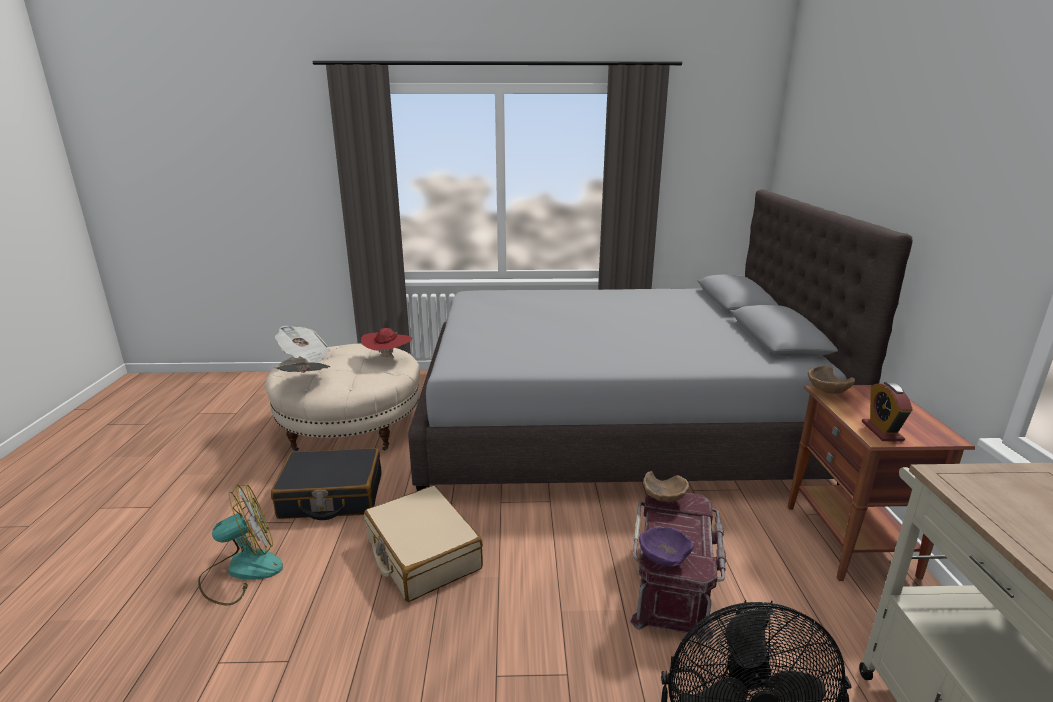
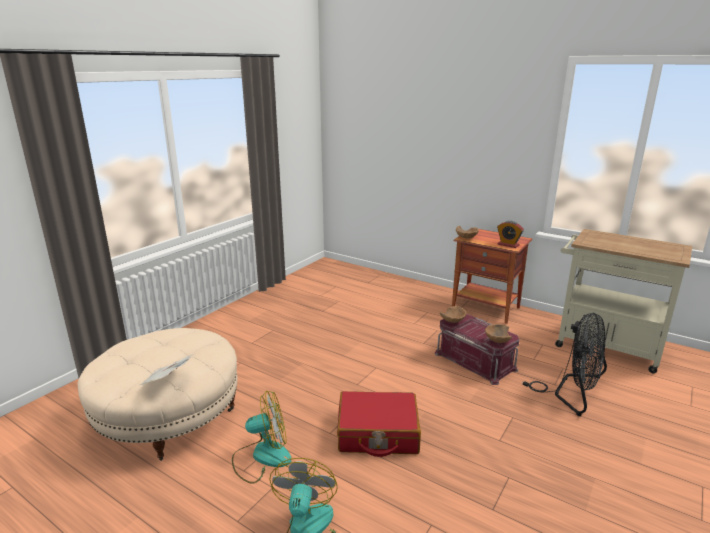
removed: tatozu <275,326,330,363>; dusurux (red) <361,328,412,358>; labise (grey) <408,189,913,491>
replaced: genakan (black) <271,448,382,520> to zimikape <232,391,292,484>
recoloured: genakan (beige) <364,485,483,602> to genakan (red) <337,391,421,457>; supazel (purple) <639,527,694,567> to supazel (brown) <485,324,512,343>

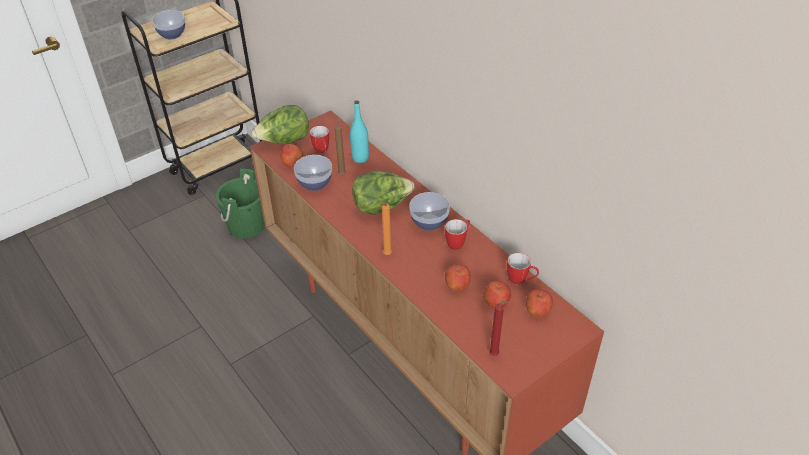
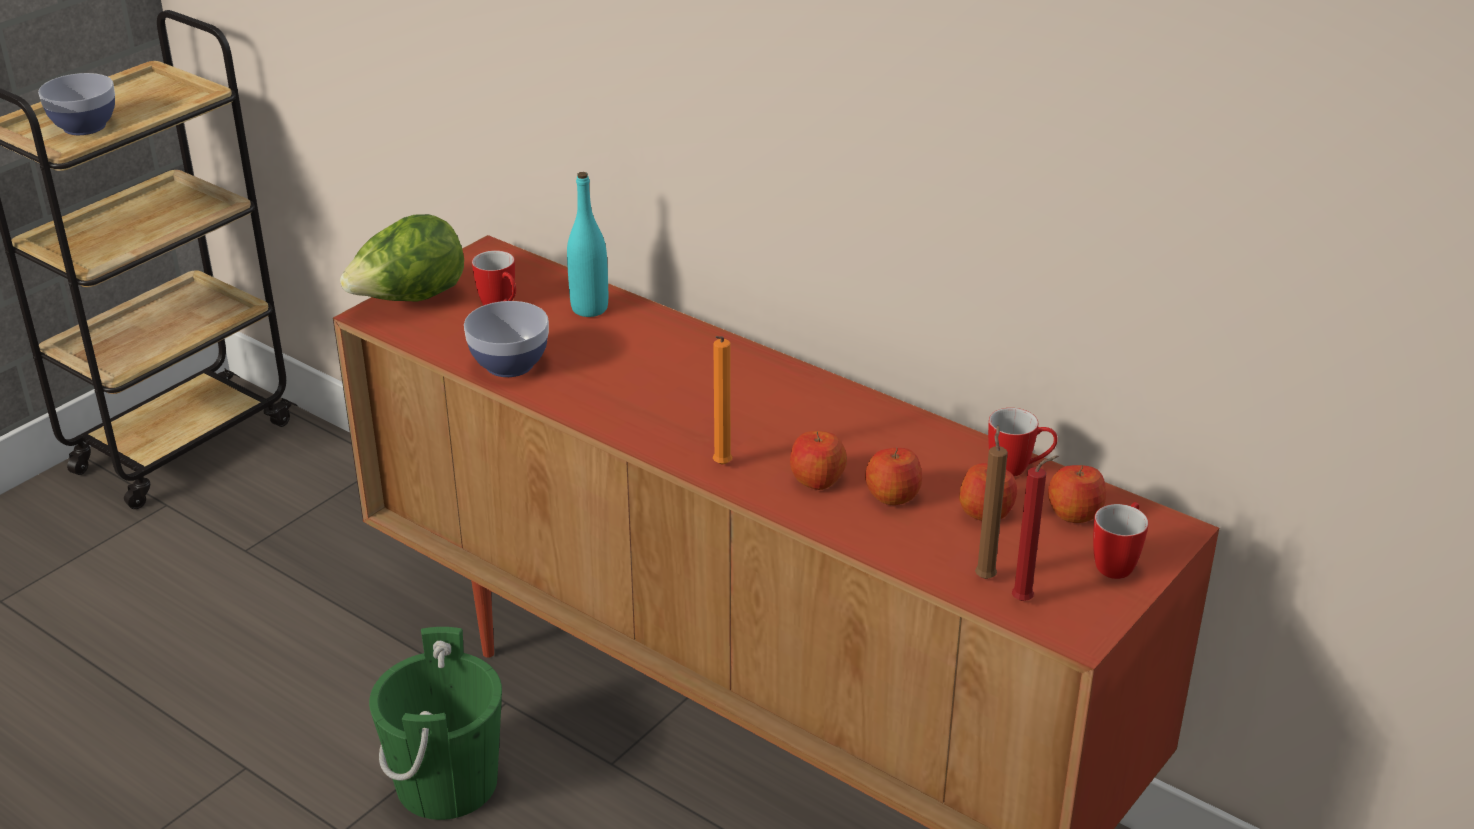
removed: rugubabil <352,171,415,215>; supazel <409,192,450,231>
moved: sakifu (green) <215,169,265,238> to <369,627,502,820>; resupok <280,144,303,168> to <790,431,847,490>; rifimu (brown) <335,118,346,175> to <975,425,1008,579>; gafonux <445,219,470,250> to <1093,502,1149,579>

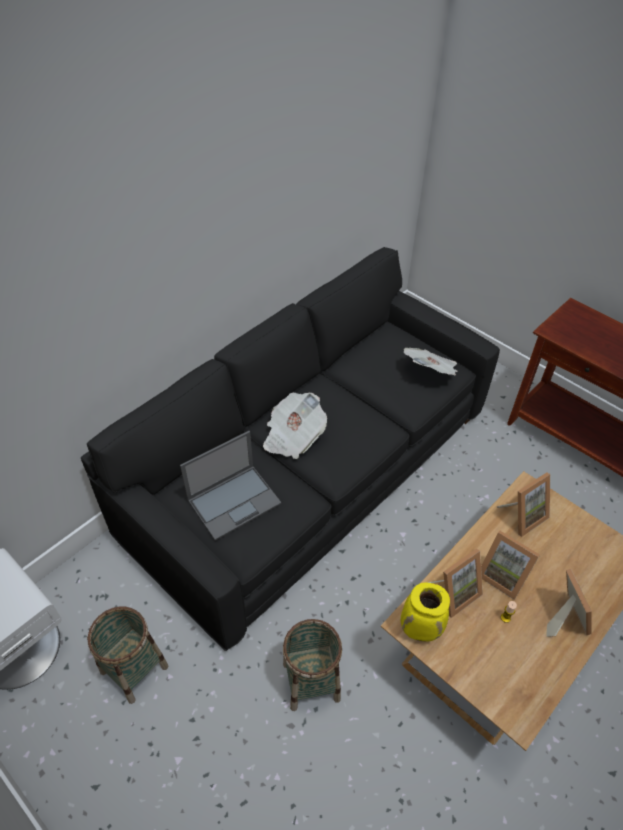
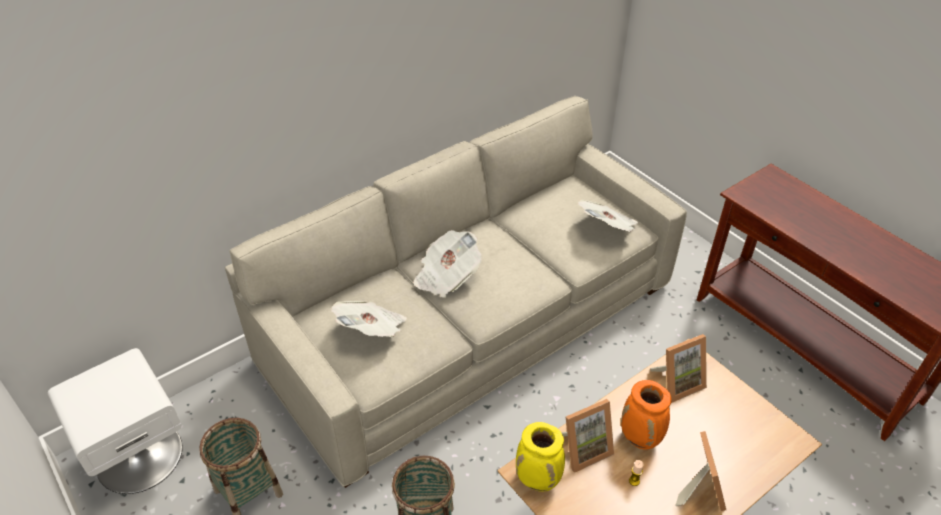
replaced: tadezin <180,431,281,541> to tatozu <331,301,407,337>; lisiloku <481,531,540,600> to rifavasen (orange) <621,380,672,450>
recoloured: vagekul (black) <81,247,500,651> to vagekul (beige) <225,96,687,488>

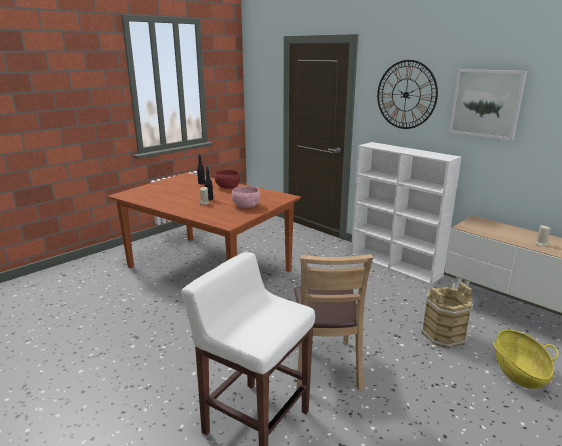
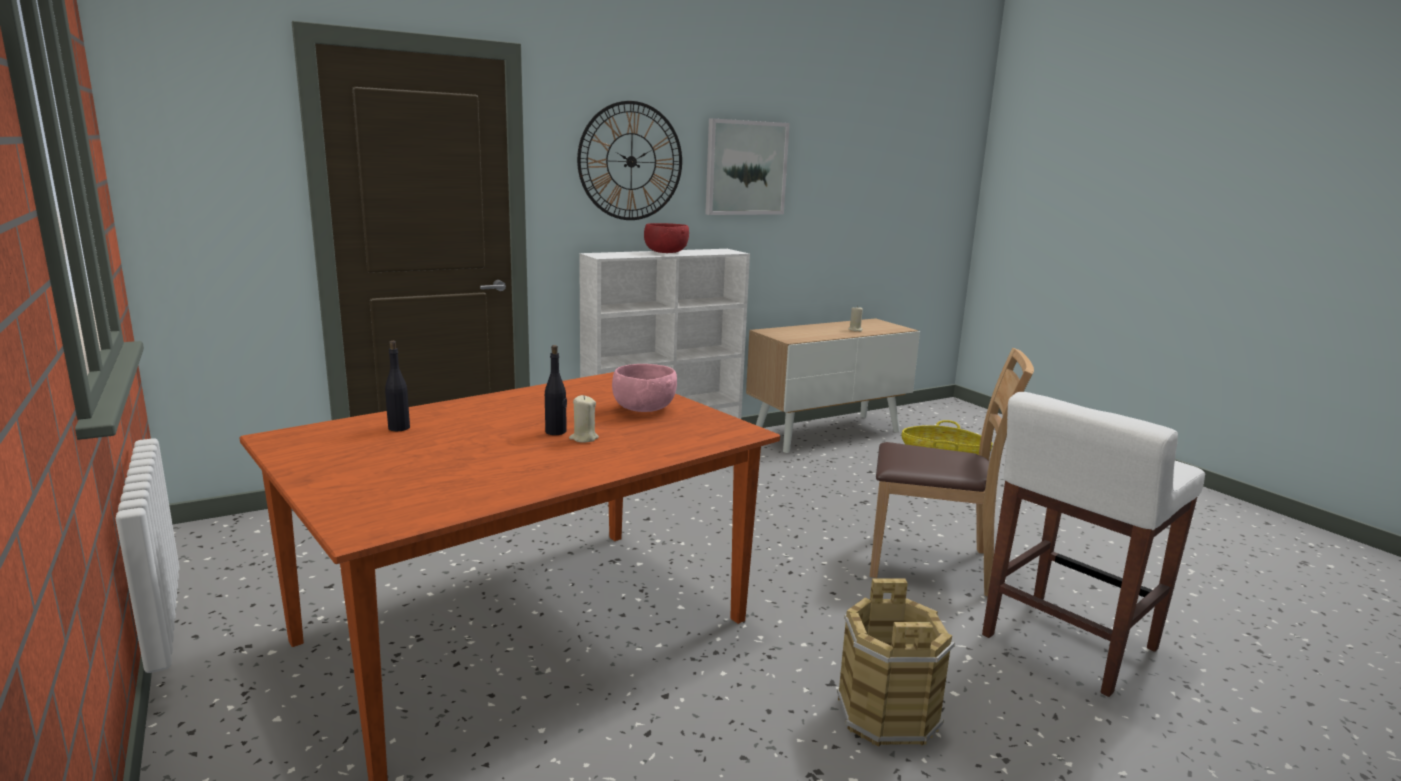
moved: supazel (red) <215,170,240,189> to <644,223,689,253>; sakifu (brown) <421,282,474,348> to <837,578,955,747>

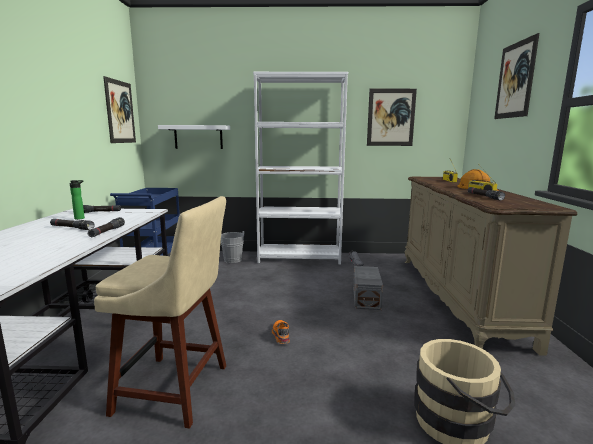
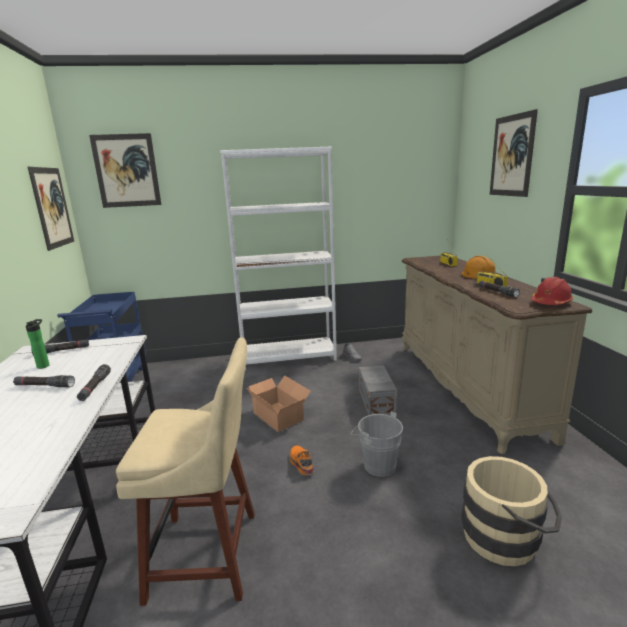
removed: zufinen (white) <158,125,230,149>
added: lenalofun <246,375,311,432>; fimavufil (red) <531,277,573,305>
moved: sakifu (grey) <221,231,244,263> to <351,412,403,477>; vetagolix <367,89,417,146> to <89,133,161,208>

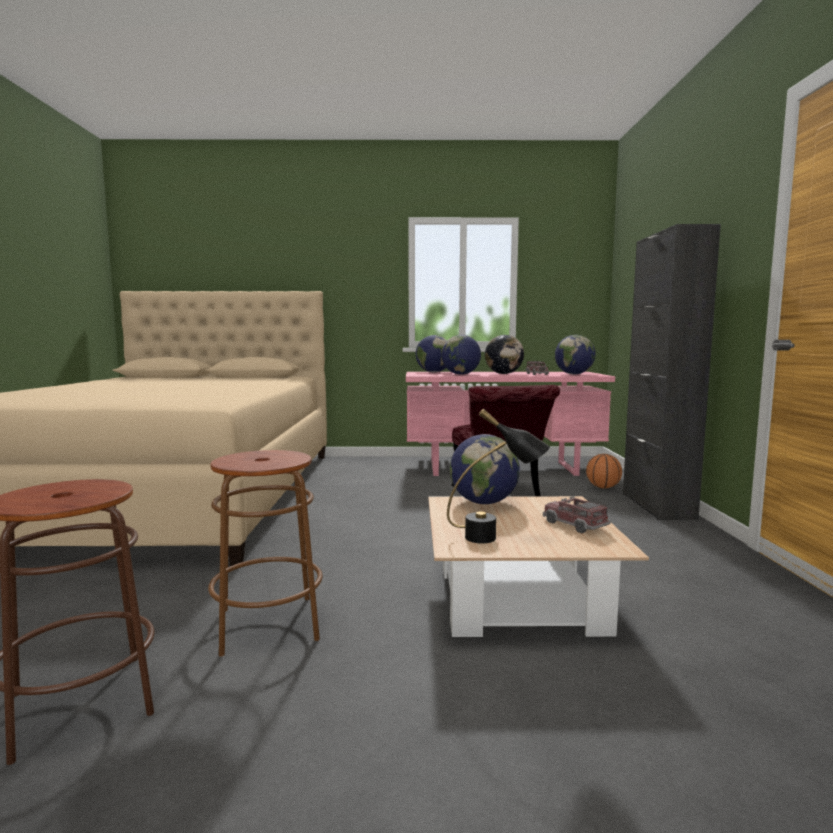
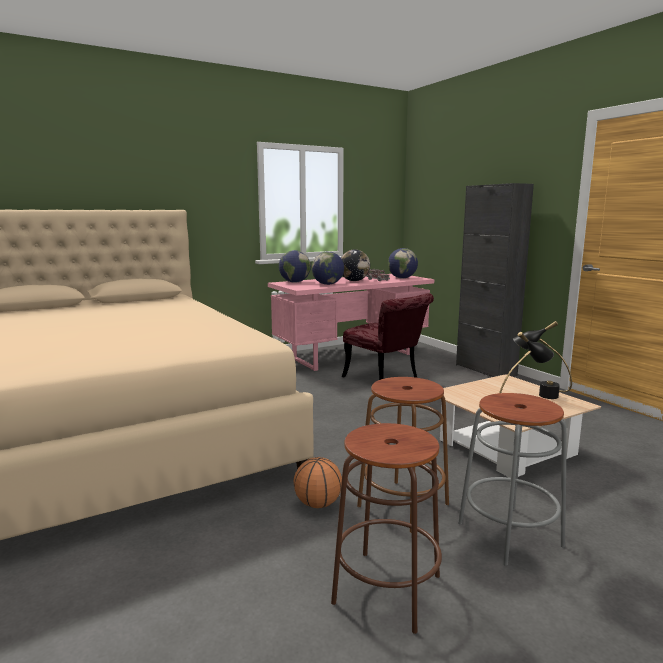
removed: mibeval <450,434,520,504>
added: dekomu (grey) <458,393,567,566>
moved: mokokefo <586,454,622,488> to <294,457,342,508>
replaced: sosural <543,496,611,533> to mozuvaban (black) <513,321,572,399>

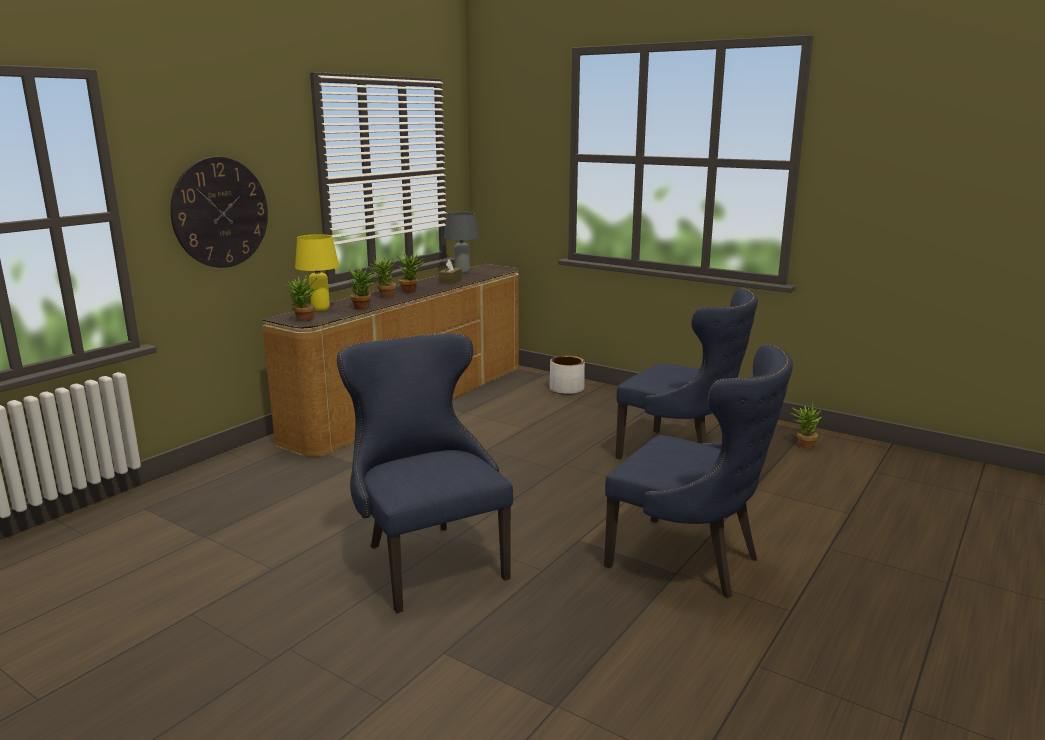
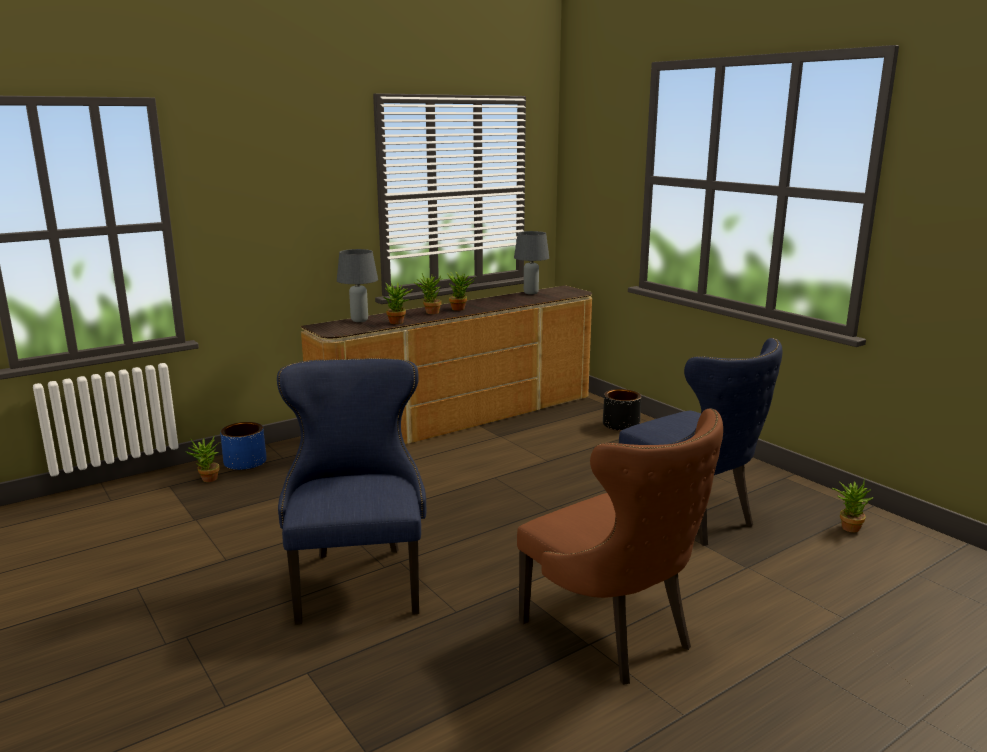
removed: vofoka <170,157,268,268>; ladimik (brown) <439,259,462,284>
added: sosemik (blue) <220,422,267,471>
moved: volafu <285,275,317,321> to <185,437,220,482>
recoloured: mozuvaban (yellow) <295,234,339,311> to mozuvaban (grey) <337,249,378,322>; sosemik (white) <550,356,585,395> to sosemik (black) <603,389,641,431>; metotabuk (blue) <604,344,793,599> to metotabuk (brown) <517,408,723,685>

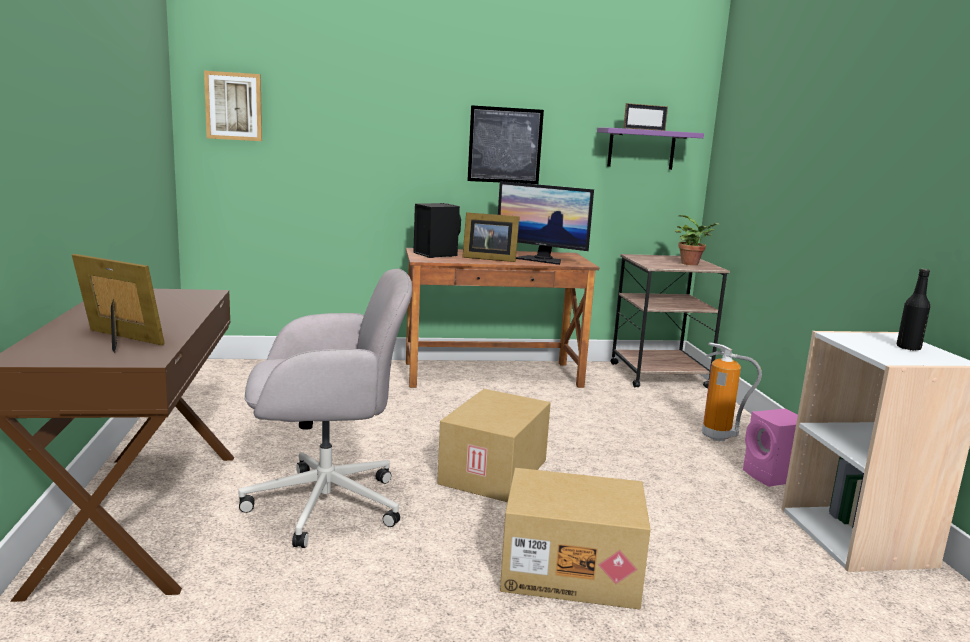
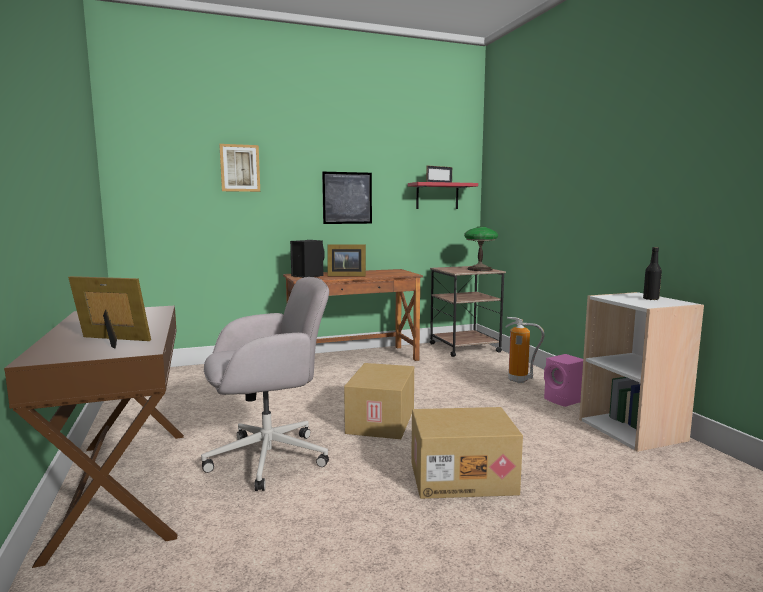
removed: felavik <498,181,594,265>
moved: vetagolix <204,71,262,141> to <219,144,260,192>
replaced: volafu <675,215,719,265> to mozuvaban <464,226,498,271>
recoloured: zufinen (purple) <597,127,704,170> to zufinen (red) <408,182,478,209>

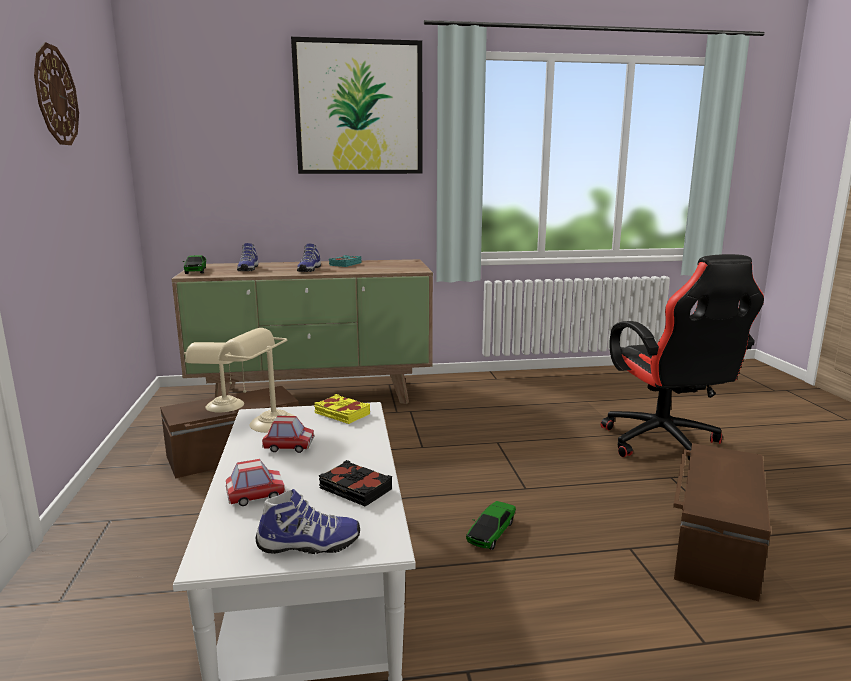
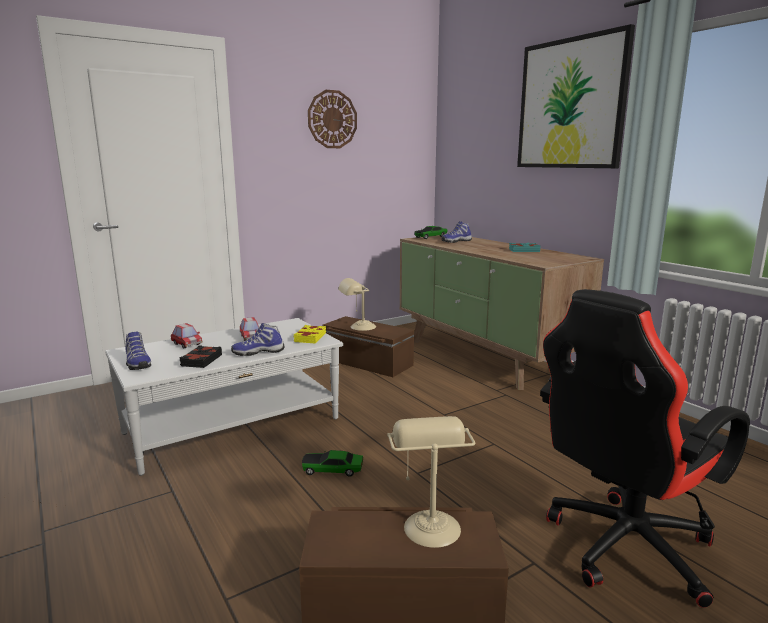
moved: mozuvaban (beige) <218,328,295,433> to <387,416,475,548>; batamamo <297,243,321,272> to <231,323,284,356>

